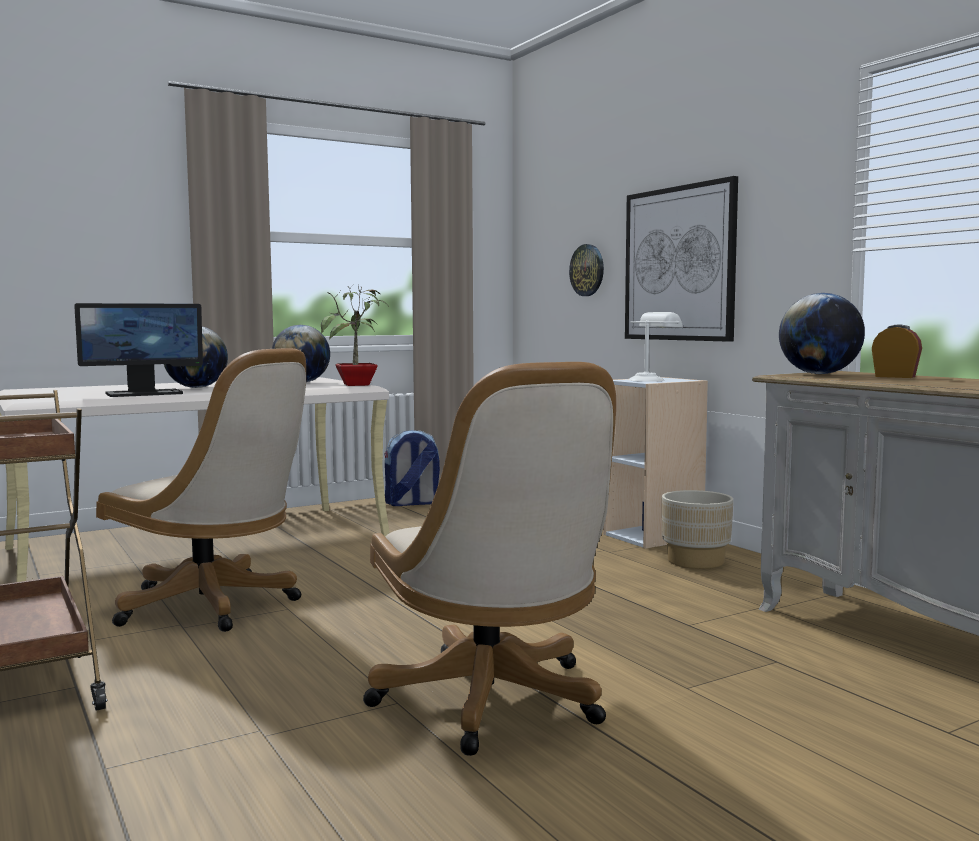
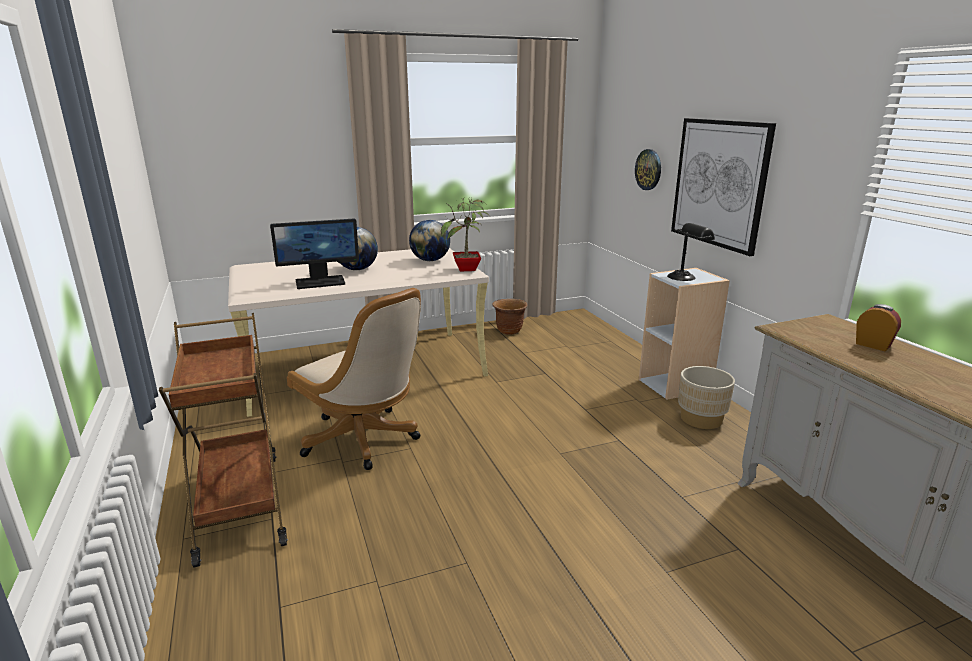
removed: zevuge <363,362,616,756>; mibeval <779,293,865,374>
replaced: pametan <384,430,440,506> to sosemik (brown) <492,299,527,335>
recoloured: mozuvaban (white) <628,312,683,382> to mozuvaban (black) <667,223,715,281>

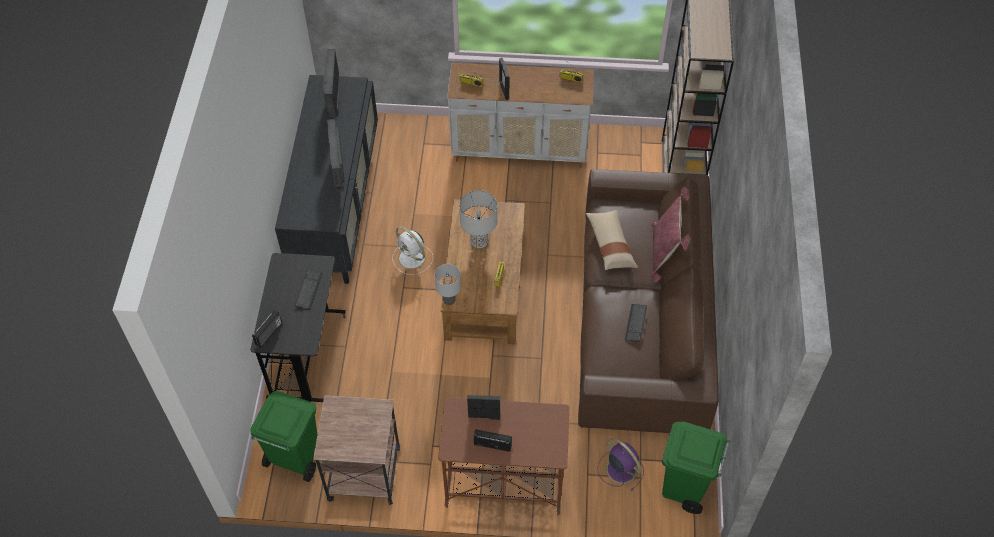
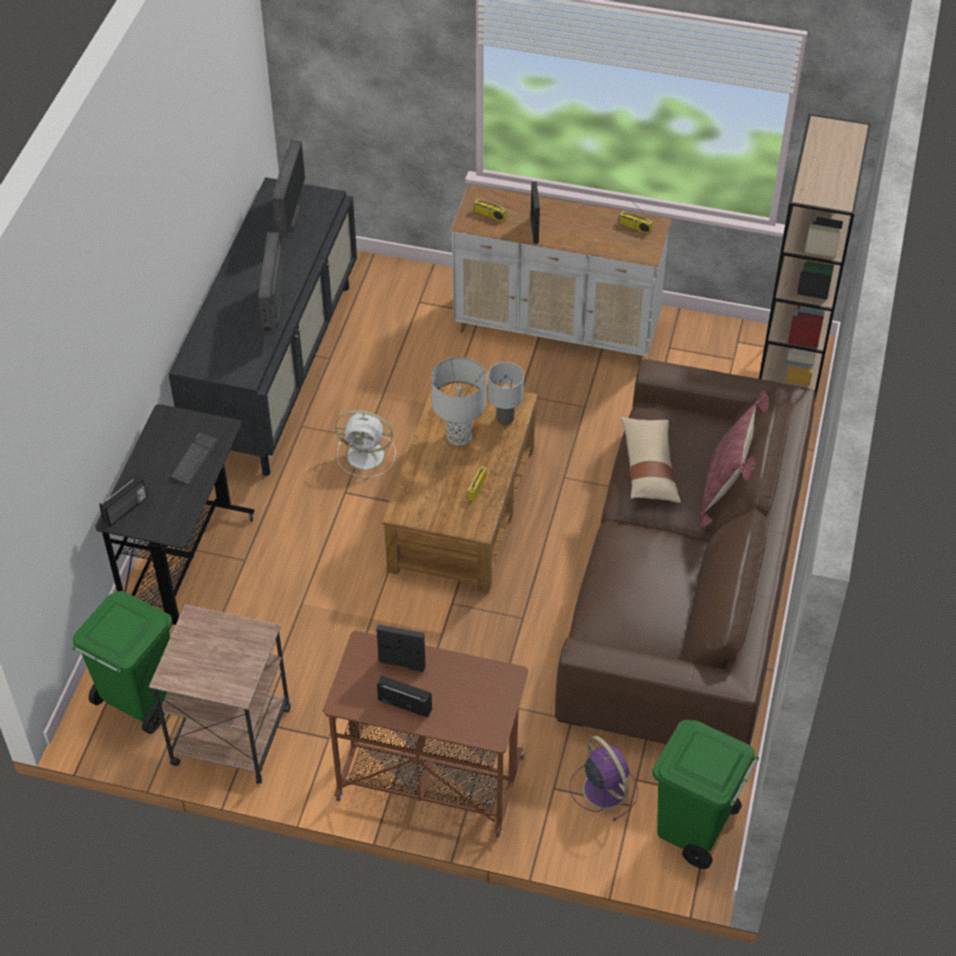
removed: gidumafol <625,304,647,342>
moved: mozuvaban (white) <435,264,461,305> to <488,362,524,425>
turned: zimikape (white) <392,226,433,275> = <335,410,396,477> 45 degrees counterclockwise

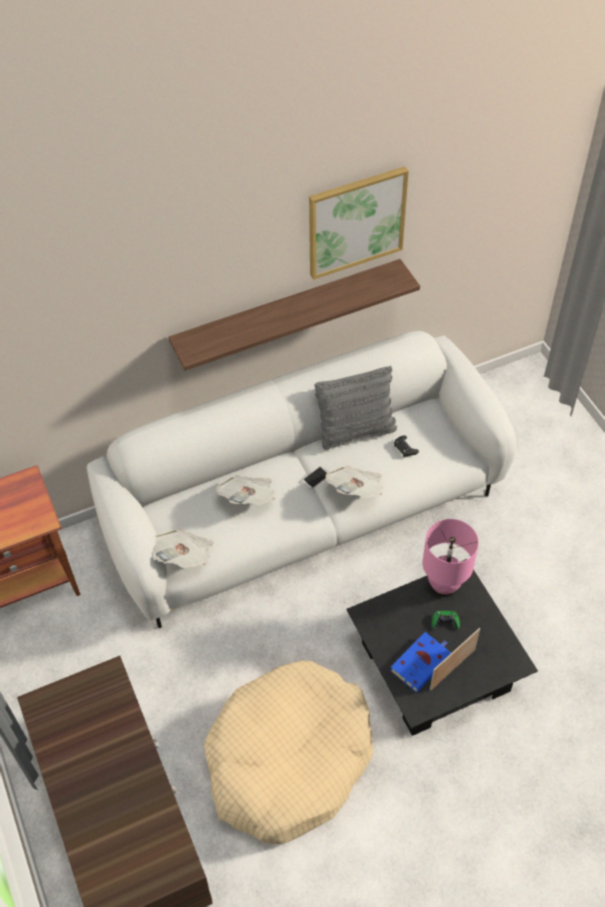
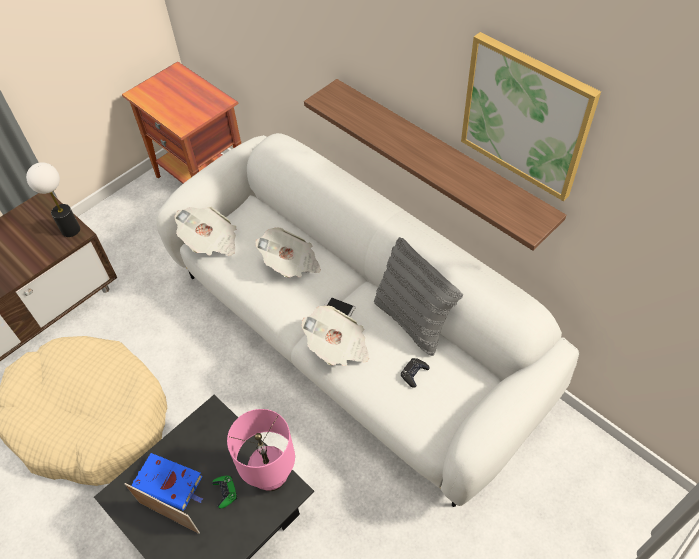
added: mozuvaban <26,162,80,237>

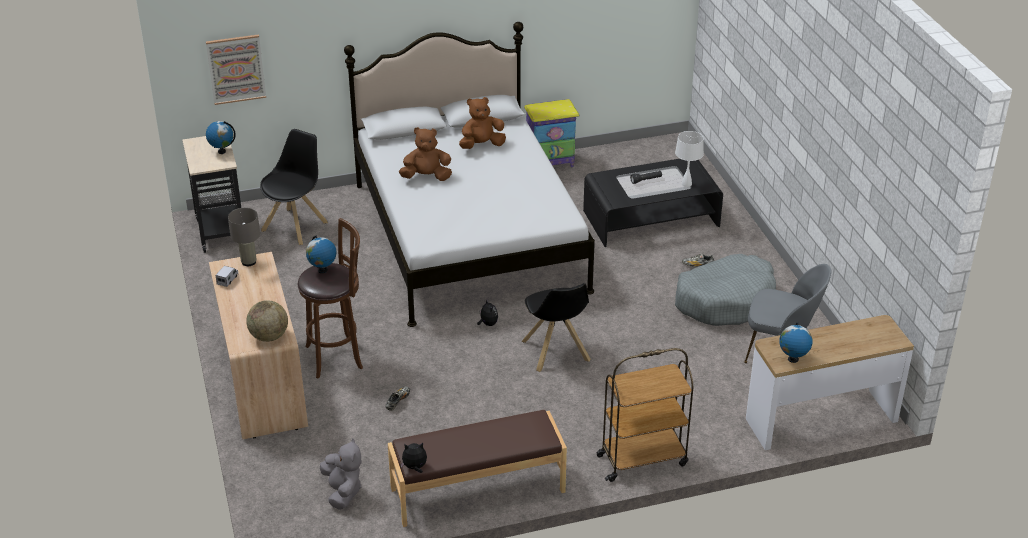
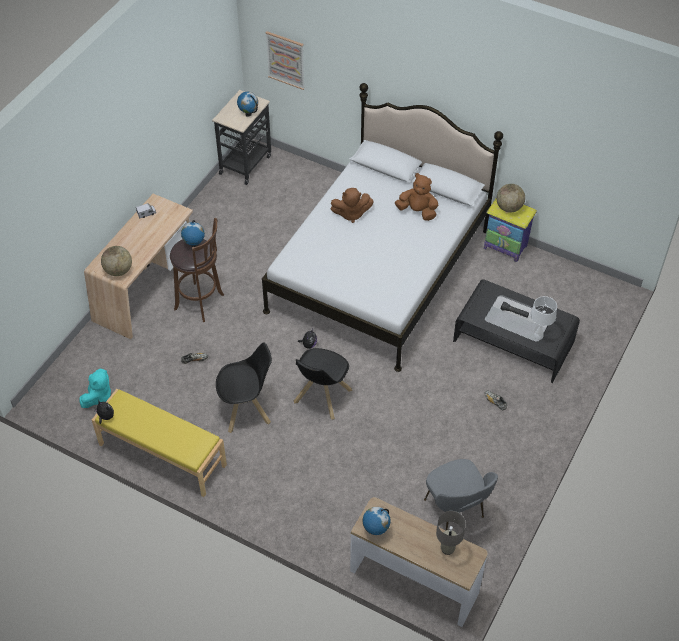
removed: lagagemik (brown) <597,348,693,482>; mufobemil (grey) <675,254,776,326>
added: mibeval <496,184,525,213>
moved: mozuvaban (grey) <228,208,260,266> to <436,511,466,555>; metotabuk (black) <260,129,328,245> to <216,343,272,433>
recoloured: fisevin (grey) <320,438,362,510> to fisevin (turquoise) <79,369,111,408>; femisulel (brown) <388,410,567,527> to femisulel (yellow) <92,389,227,497>
turned: fisevin (brown) <399,127,452,181> = <331,188,374,223> 135 degrees clockwise

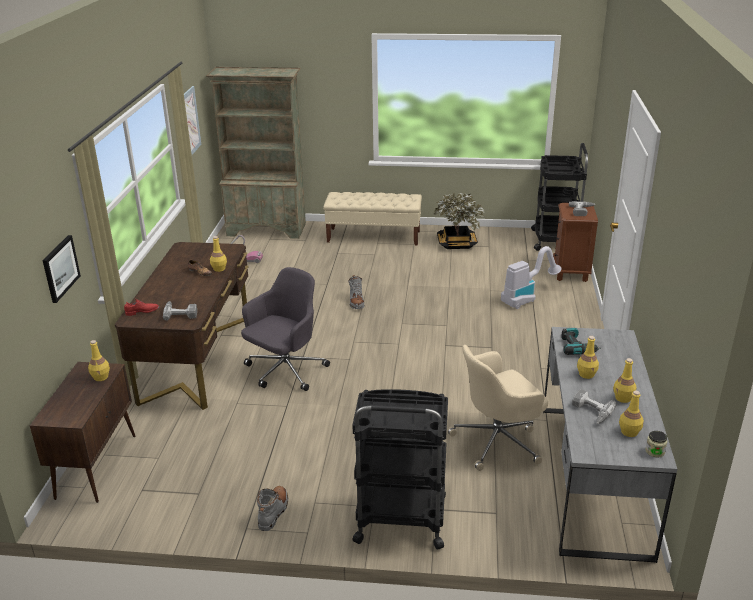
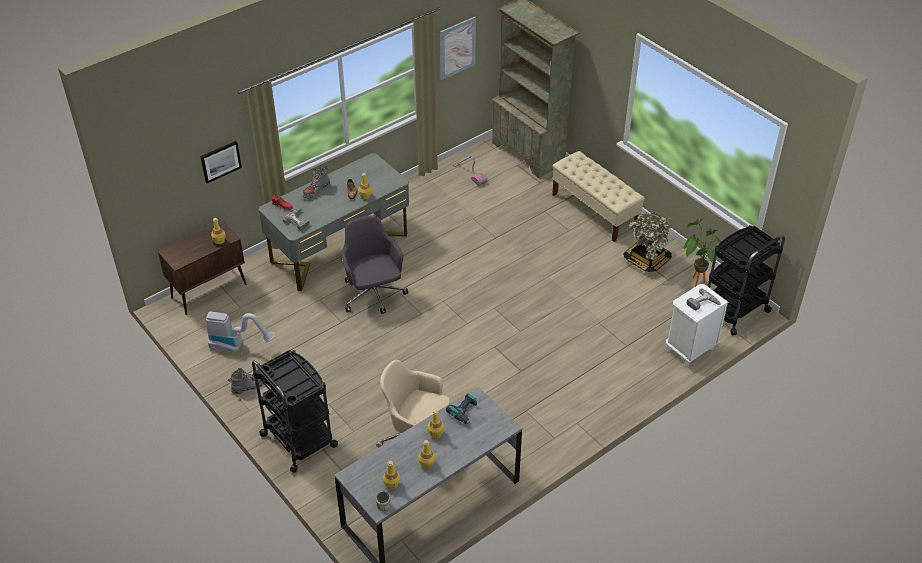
removed: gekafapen <572,389,617,424>
added: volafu <683,219,721,287>
moved: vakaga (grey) <348,275,365,309> to <302,166,330,199>; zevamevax <501,246,561,309> to <206,311,275,353>
recoloured: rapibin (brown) <115,242,249,410> to rapibin (grey) <259,153,409,291>; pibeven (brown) <553,203,598,282> to pibeven (white) <666,284,729,367>
turned: zevuge (grey) <241,267,330,391> = <342,216,408,314> 105 degrees counterclockwise

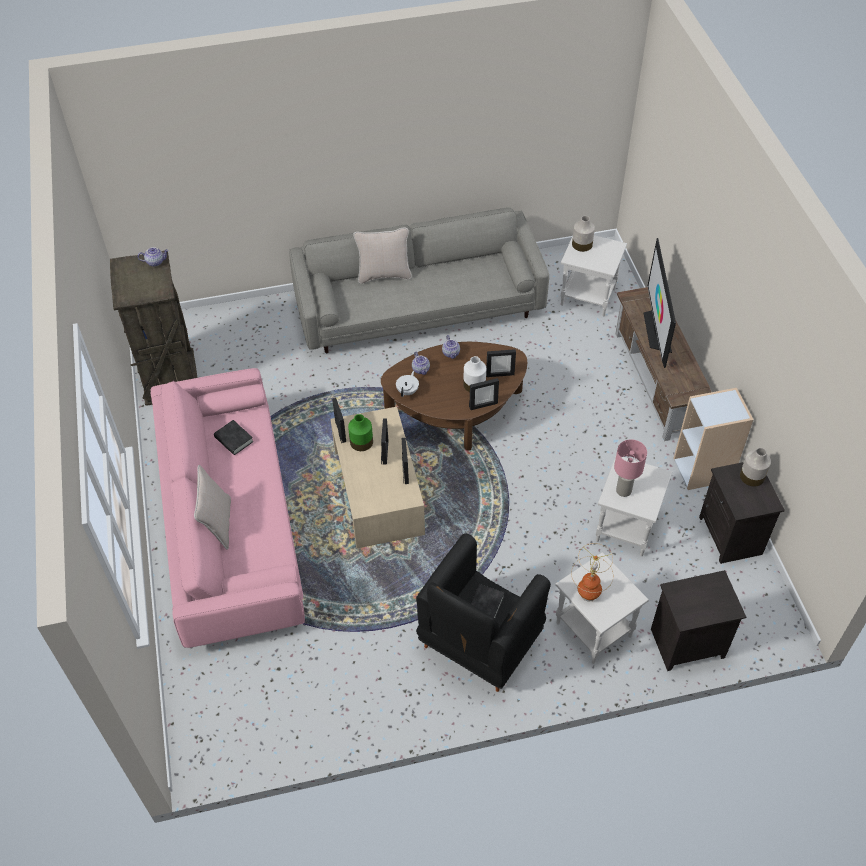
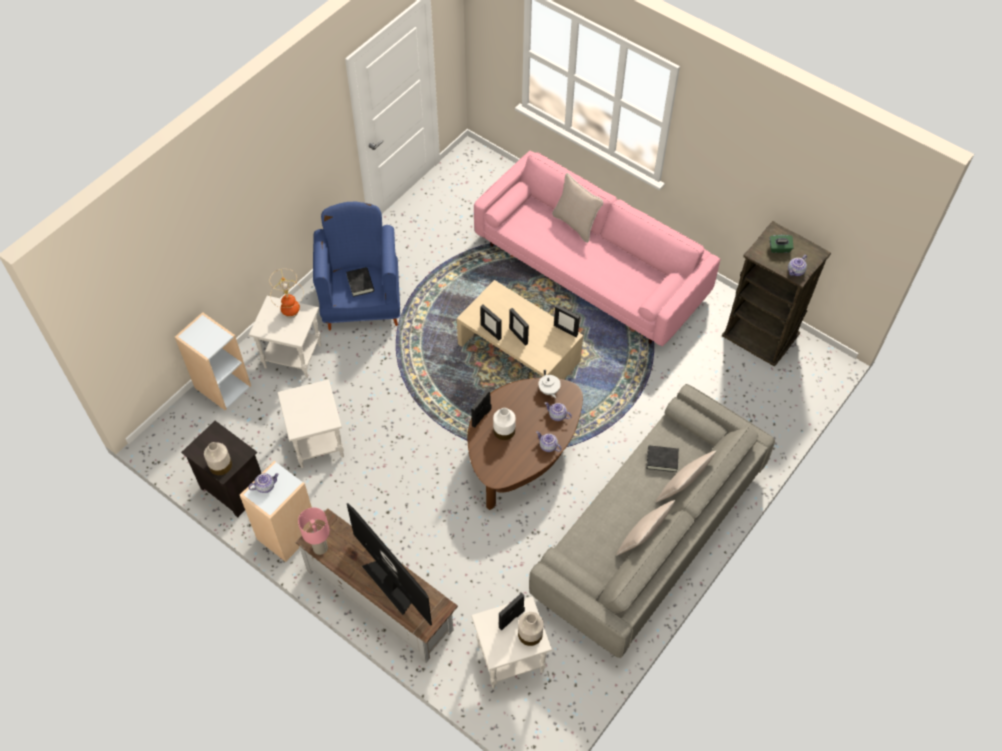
removed: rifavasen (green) <348,414,373,451>
added: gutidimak <248,473,279,493>; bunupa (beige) <616,500,675,556>; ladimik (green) <770,235,794,253>
moved: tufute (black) <214,420,254,455> to <647,445,679,472>; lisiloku <486,349,516,377> to <499,593,525,631>; mozuvaban (pink) <614,439,647,497> to <298,507,330,555>
replaced: pibeven (black) <651,570,746,671> to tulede <175,312,251,410>
recoloured: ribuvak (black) <416,534,551,692> to ribuvak (blue) <313,202,400,330>

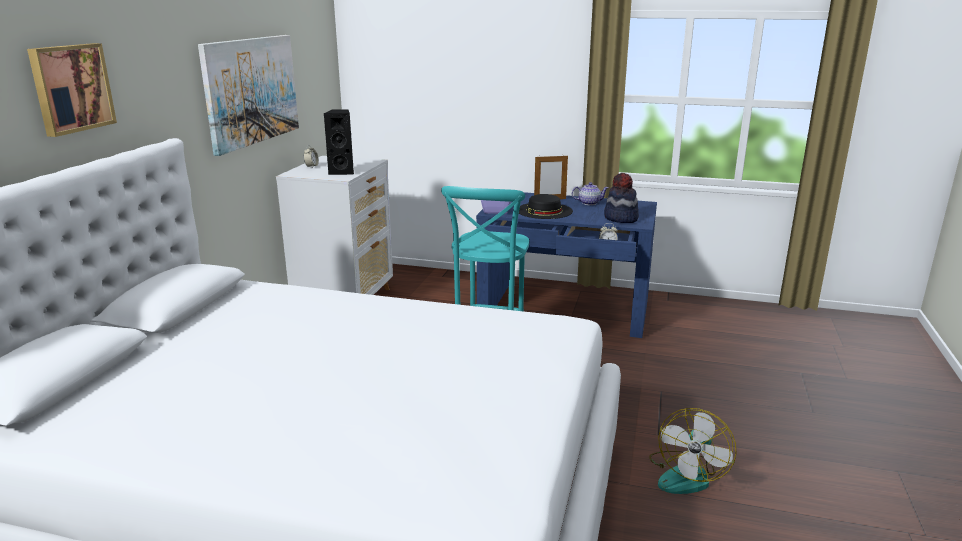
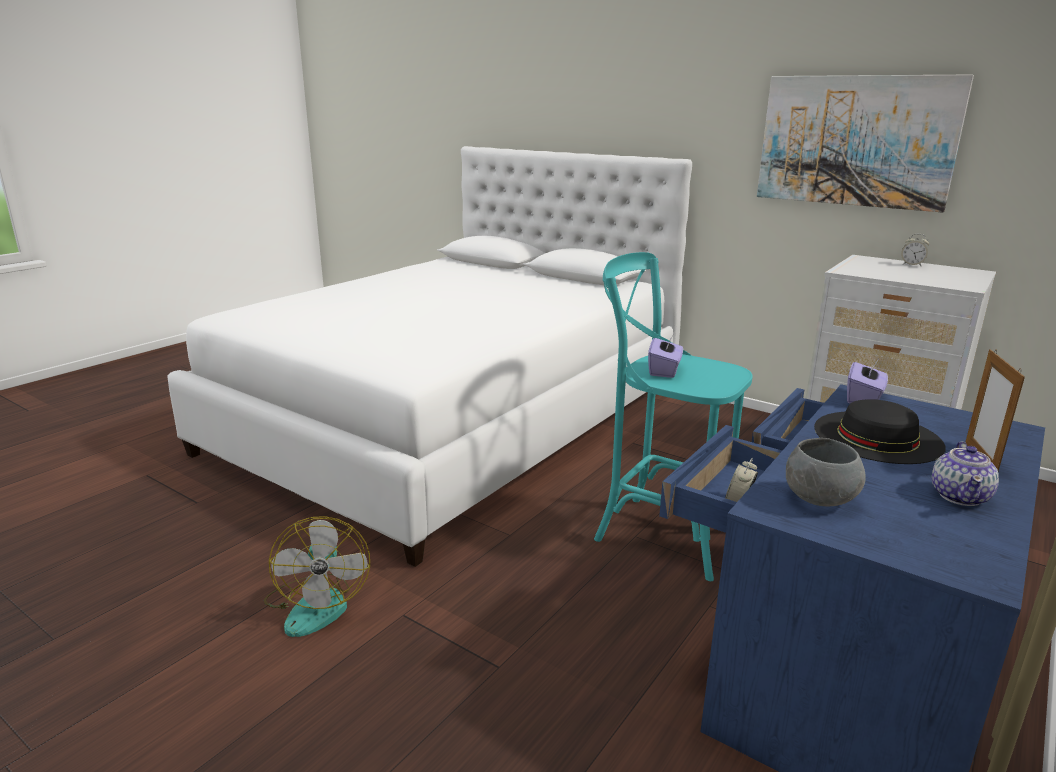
removed: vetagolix <27,43,117,137>; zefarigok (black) <324,109,354,175>
added: ladimik (purple) <648,332,683,378>
replaced: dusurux <604,173,639,223> to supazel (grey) <786,438,866,506>
turned: zimikape <649,408,736,494> = <264,516,370,637> 150 degrees counterclockwise

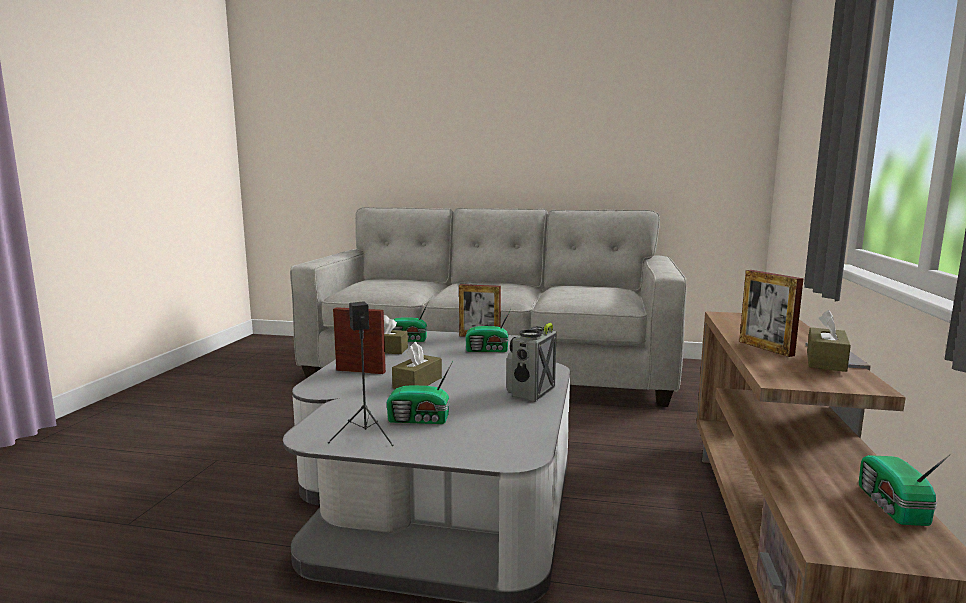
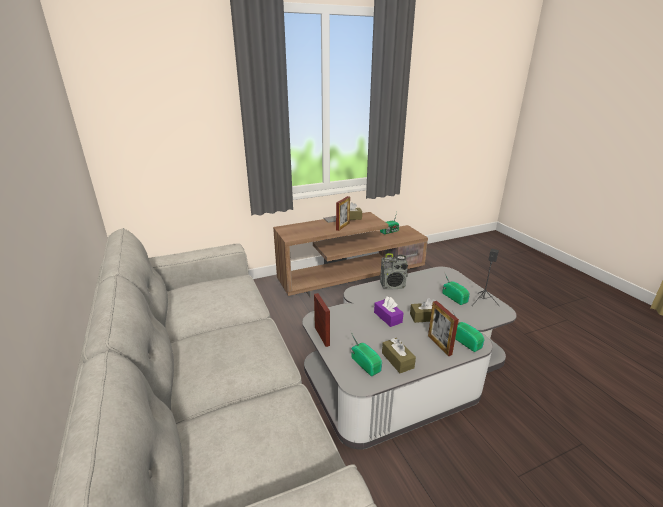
added: ladimik (purple) <374,296,403,327>
moved: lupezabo <465,309,511,352> to <452,310,484,352>

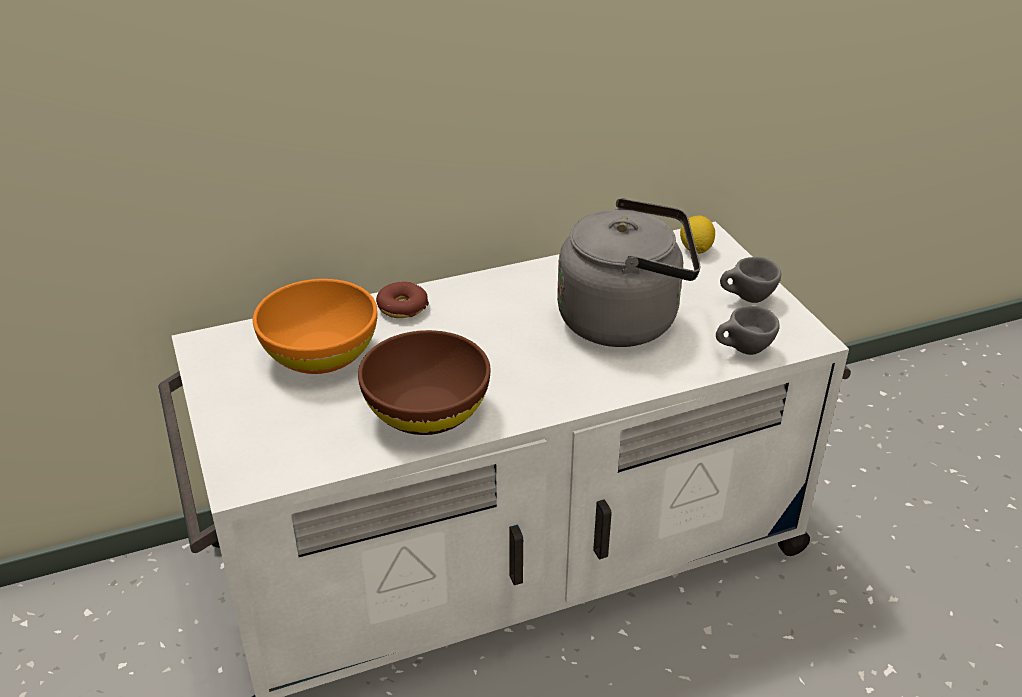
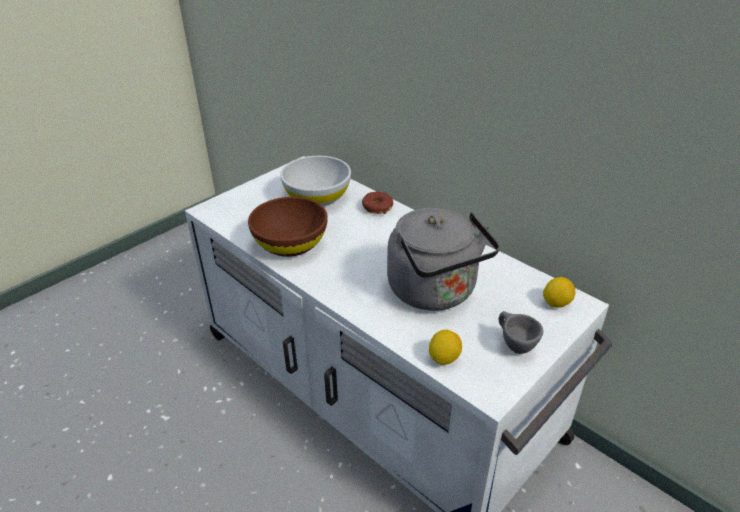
replaced: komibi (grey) <716,305,780,355> to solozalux <429,330,462,365>
recoloured: supazel (orange) <253,279,377,374> to supazel (white) <280,156,351,206>

